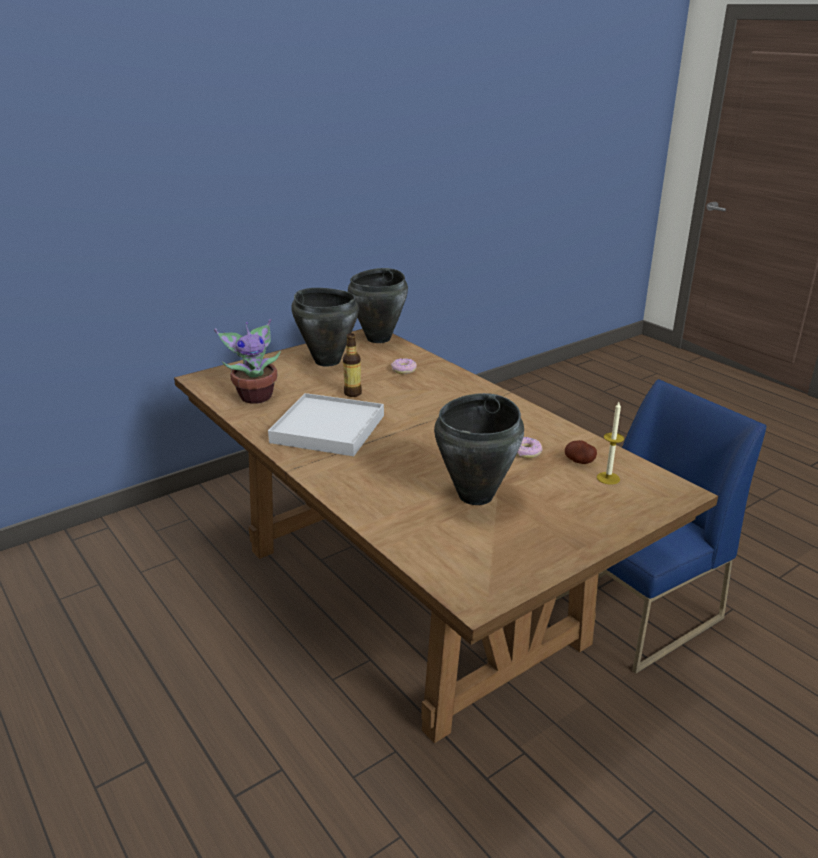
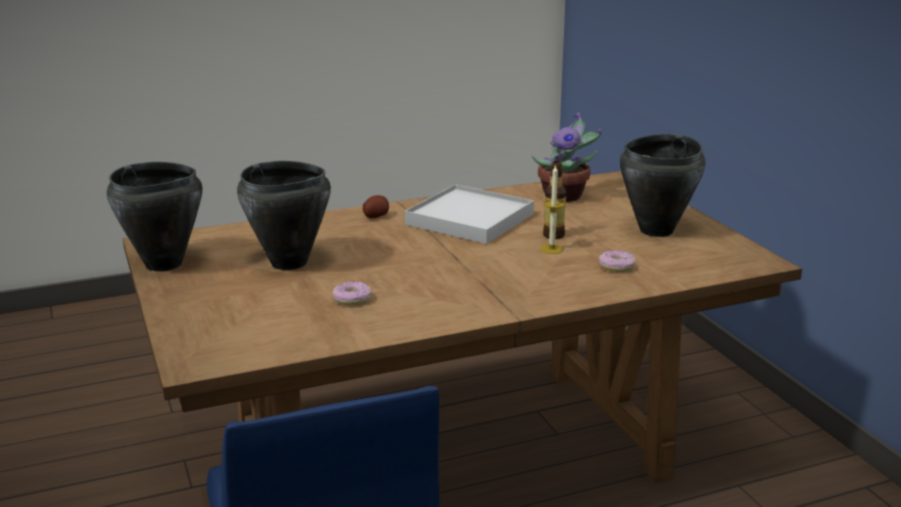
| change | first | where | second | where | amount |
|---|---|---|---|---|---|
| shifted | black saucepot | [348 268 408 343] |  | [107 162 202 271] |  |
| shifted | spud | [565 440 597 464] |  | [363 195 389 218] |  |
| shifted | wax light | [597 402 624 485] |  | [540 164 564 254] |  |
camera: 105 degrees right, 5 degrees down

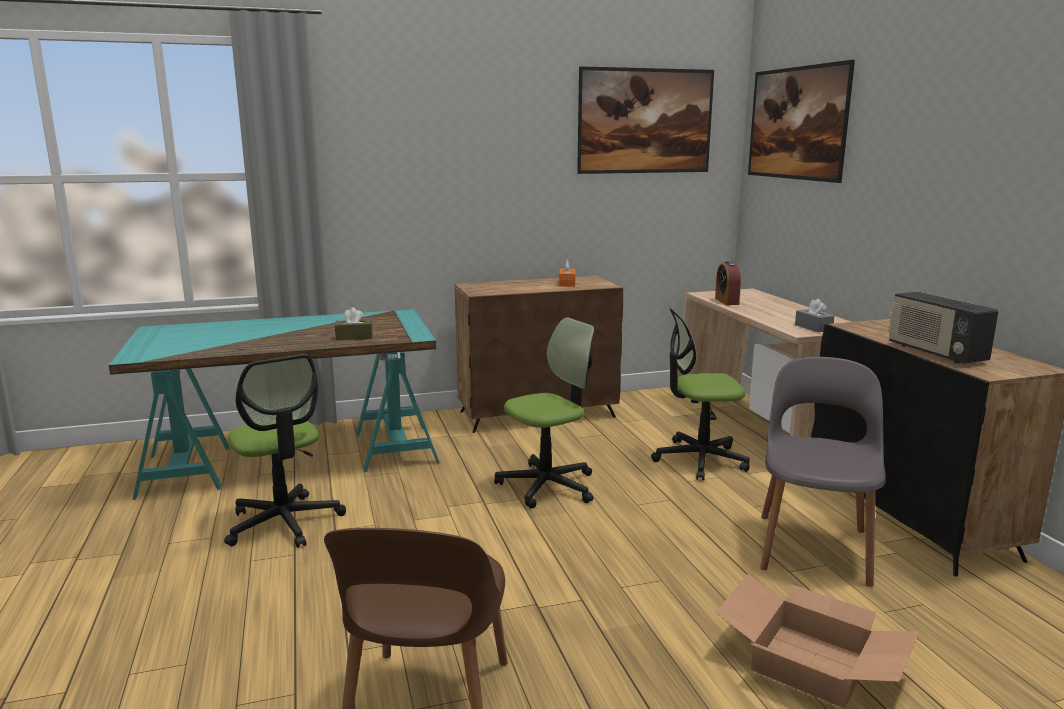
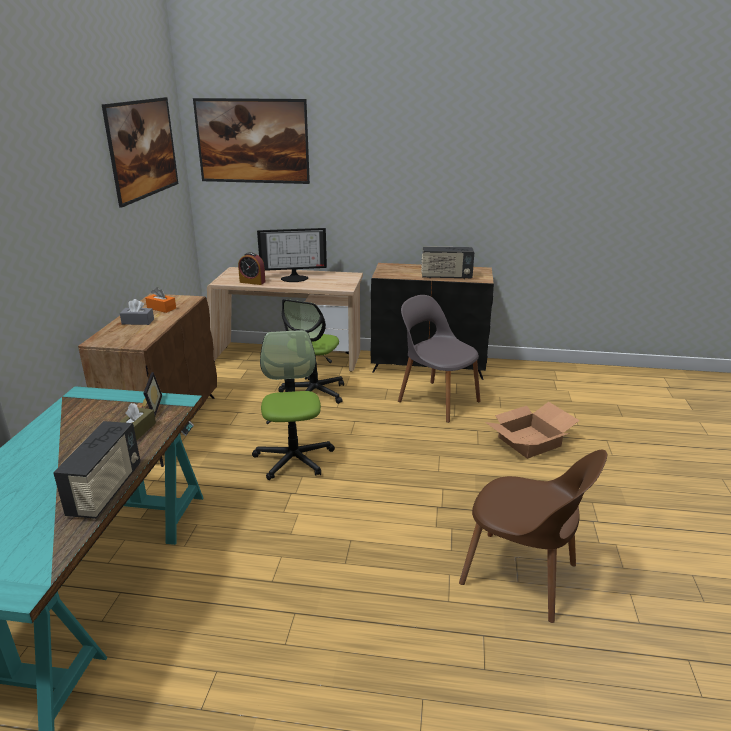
| change | first | where | second | where | amount |
|---|---|---|---|---|---|
| gone | computer chair | [224 354 346 548] |  |  |  |
| shifted | grey tissue box | [795 299 834 332] |  | [120 299 154 325] |  |
| new |  |  | radio receiver | [53 421 140 519] |  |
| new |  |  | photo frame | [142 372 162 416] |  |
| new |  |  | monitor | [257 228 327 282] |  |
camera: 65 degrees left, 10 degrees up

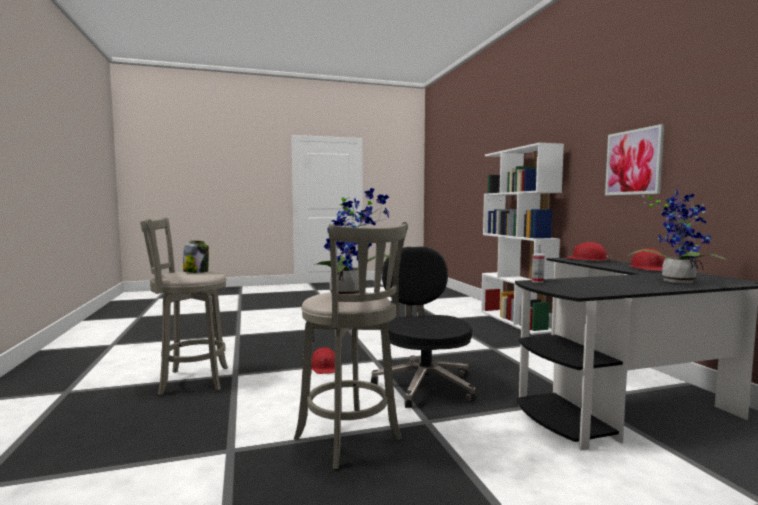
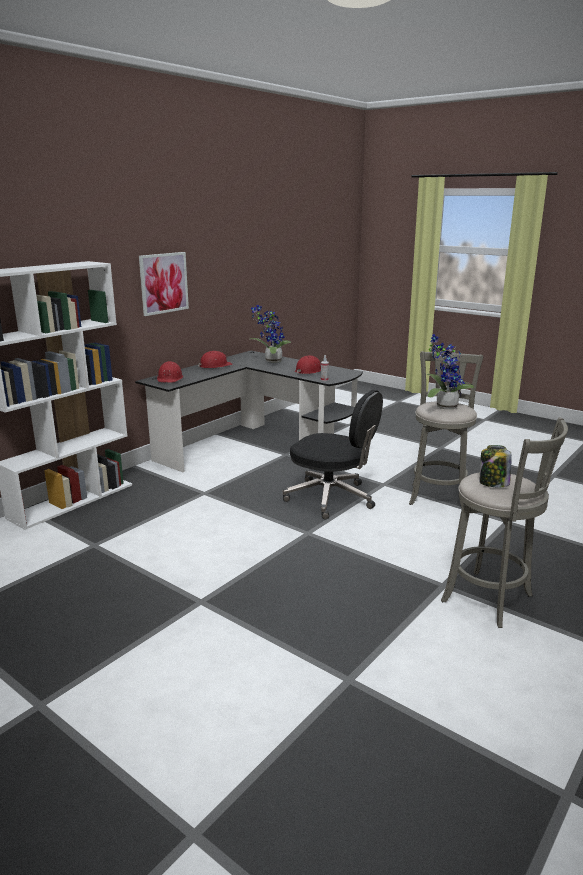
| change | first | where | second | where | amount |
|---|---|---|---|---|---|
| shifted | red work helmet | [311 347 335 374] |  | [295 356 321 374] |  |
| rotated | black computer chair | [371 247 476 408] |  | [283 390 383 519] | 105 degrees counterclockwise |
camera: 125 degrees left, 15 degrees up

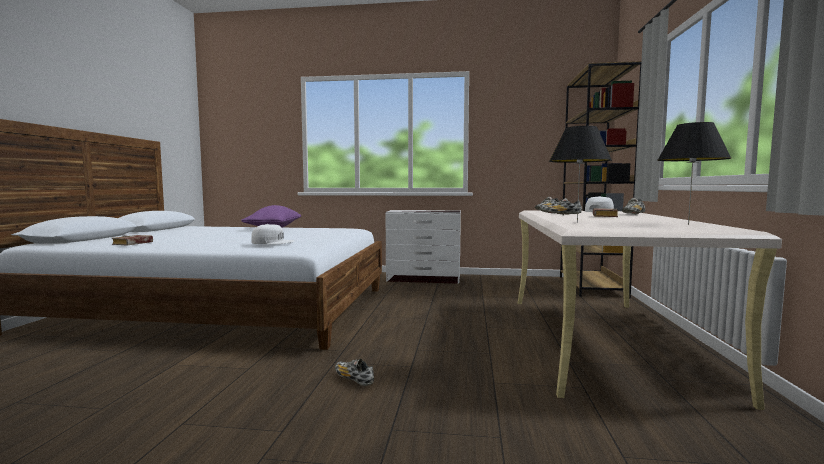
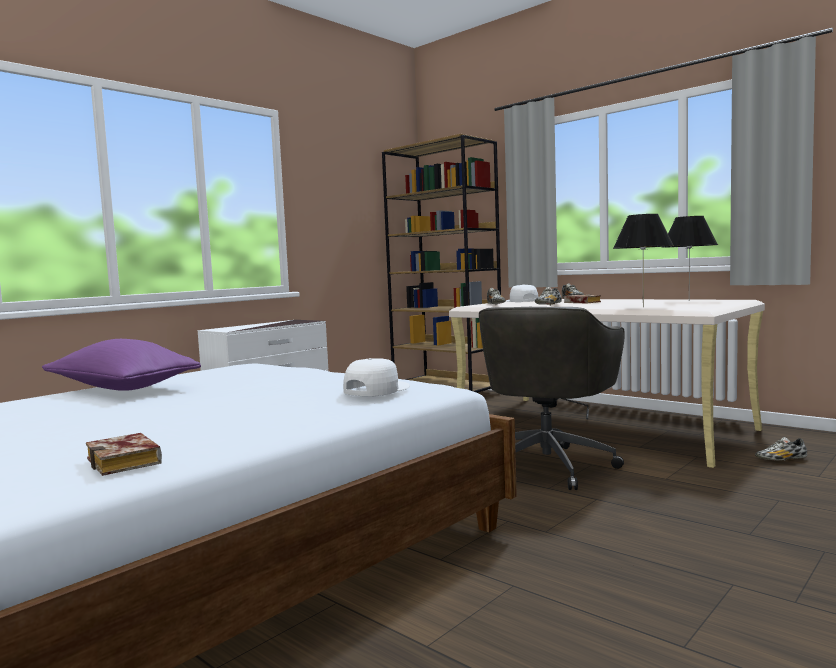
| change | first | where | second | where | amount |
|---|---|---|---|---|---|
| shifted | item of footwear | [335 359 374 386] |  | [755 437 807 461] |  |
| new |  |  | grey computer chair | [479 307 625 490] |  |
camera: 55 degrees left, 0 degrees up

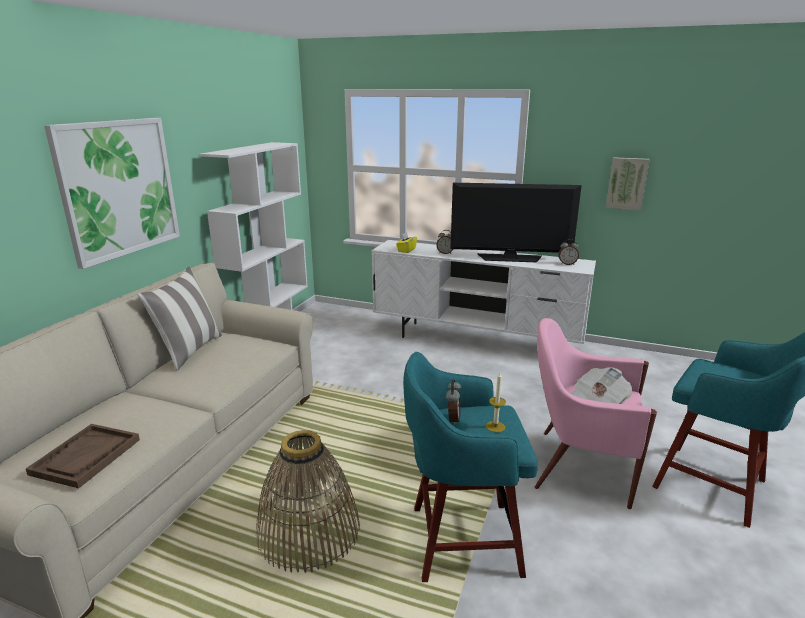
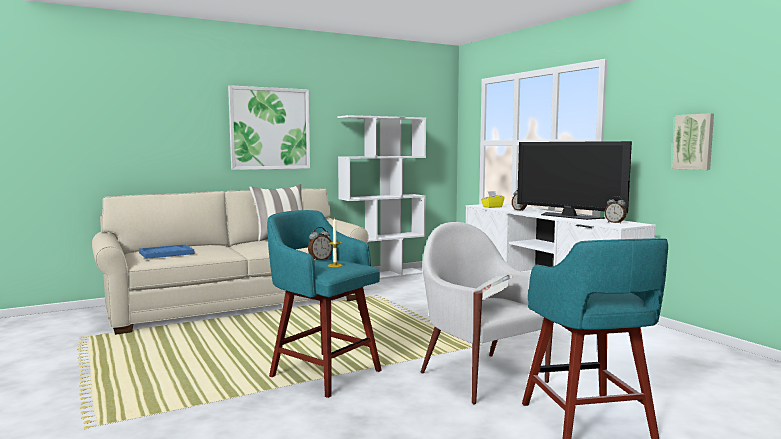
| change | first | where | second | where | amount |
|---|---|---|---|---|---|
| repainted | brown-coloured tray | [26 424 140 488] | bluish tray | [139 244 195 259] |  |
| gone | household basket | [256 430 360 573] |  |  |  |
| repainted | pinkish easy chair | [535 318 657 509] | whitish easy chair | [421 222 553 405] |  |
camera: 40 degrees right, 15 degrees down

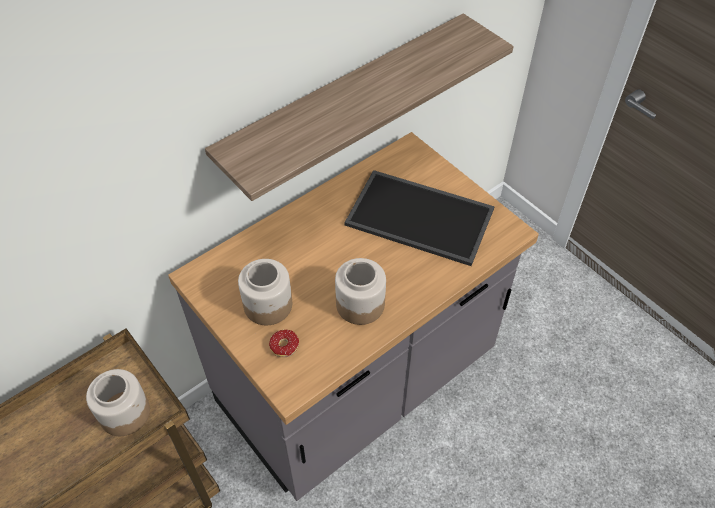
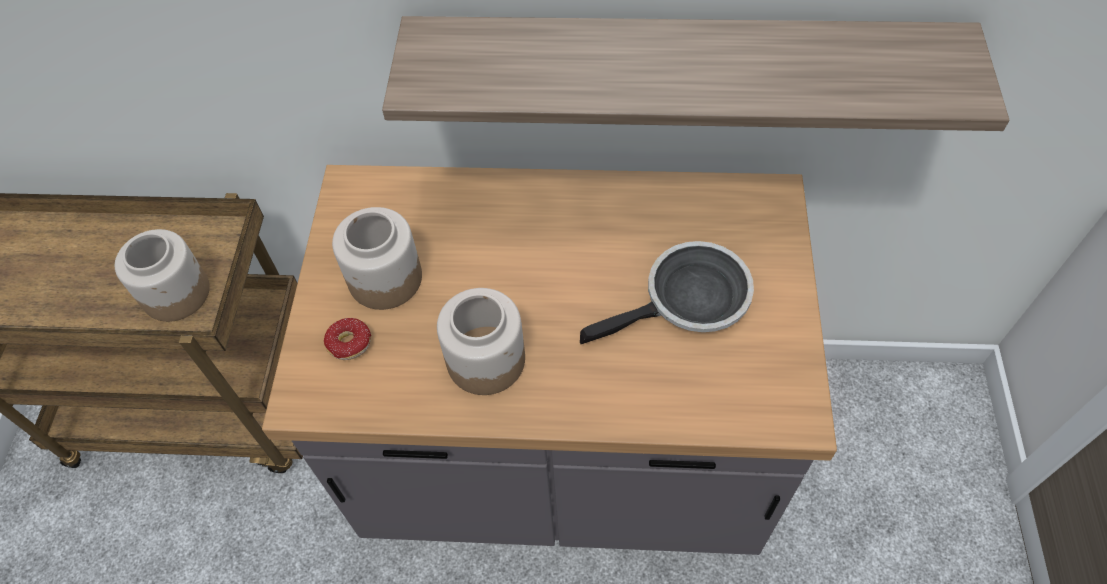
| change | first | where | second | where | amount |
|---|---|---|---|---|---|
| swapped | tray | [345 170 495 266] | skillet | [580 241 754 344] |  |
camera: 45 degrees right, 5 degrees up

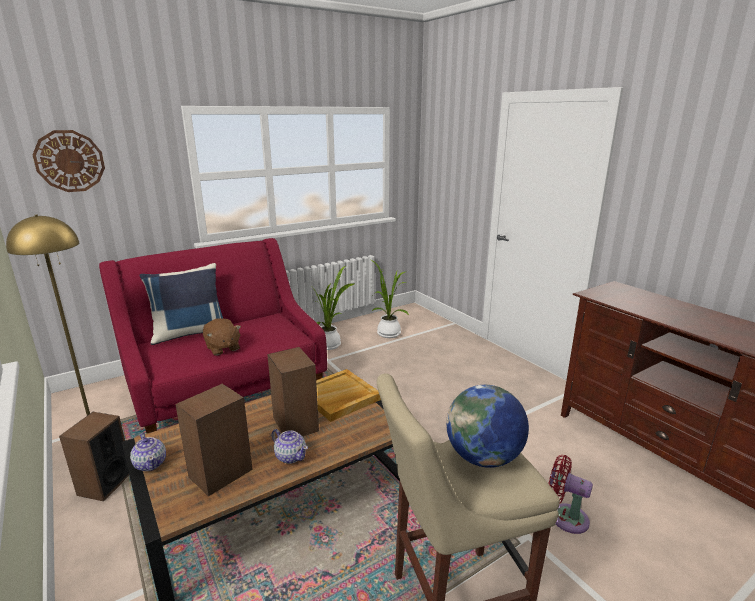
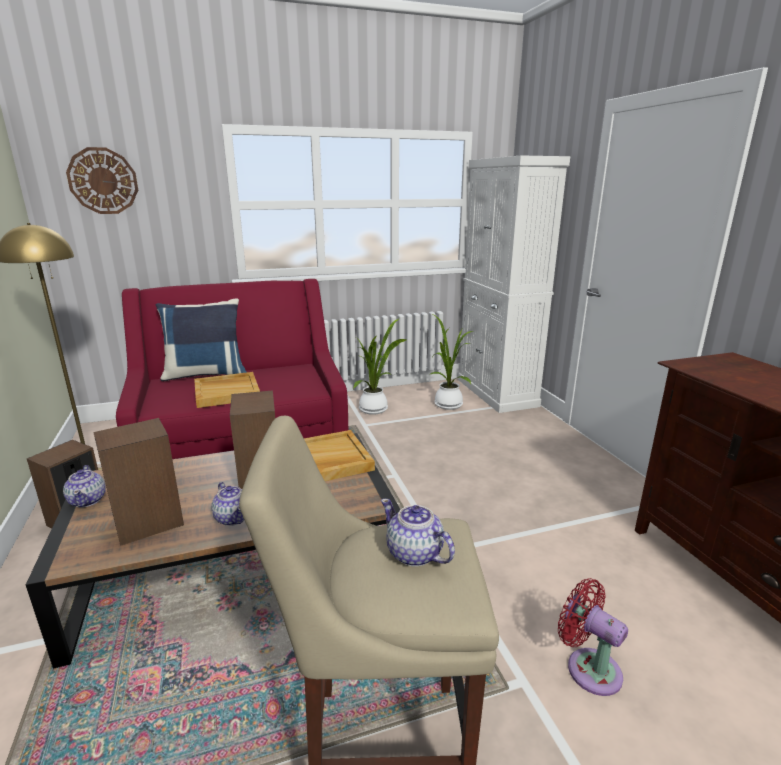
| change | first | where | second | where | amount |
|---|---|---|---|---|---|
| swapped | brown-coloured cuddly toy | [203 318 241 356] | beige-coloured tray | [194 372 260 408] |  |
| swapped | world globe | [446 385 529 468] | teapot | [381 499 455 567] |  |
| new |  |  | whitish cabinet | [458 156 570 413] |  |
camera: 15 degrees right, 0 degrees up

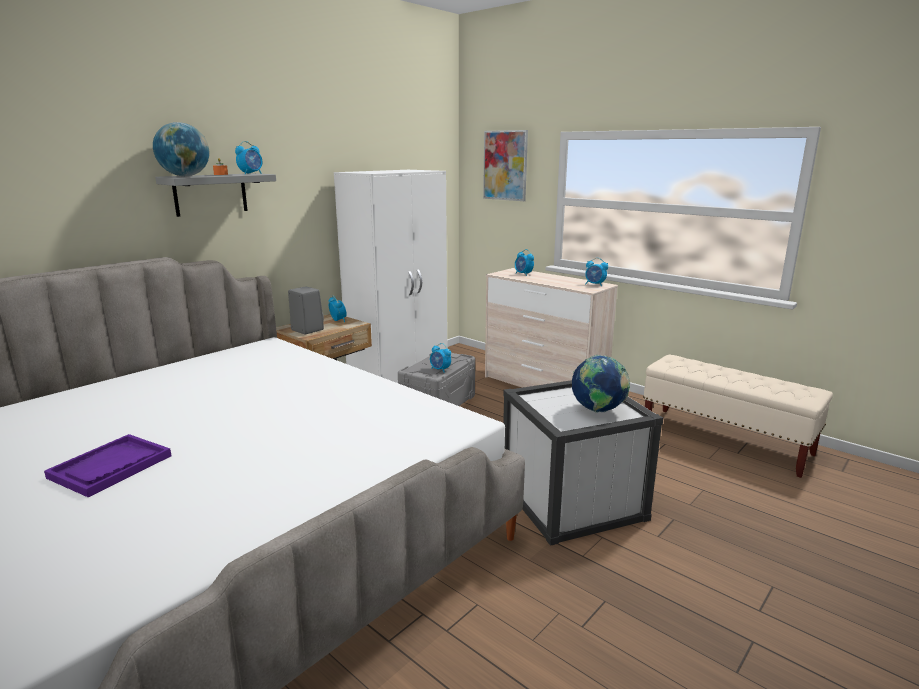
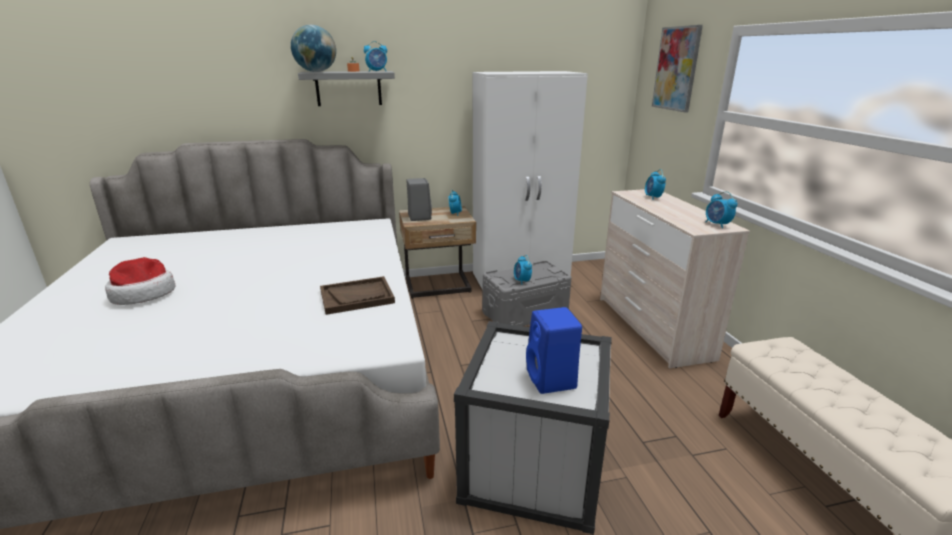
| change | first | where | second | where | amount |
|---|---|---|---|---|---|
| swapped | purple tray | [44 434 171 497] | hat | [105 257 175 305] |  |
| swapped | world globe | [572 355 630 413] | bluish audio speaker | [526 307 582 394] |  |
| new |  |  | brown-coloured tray | [320 276 395 315] |  |
camera: 35 degrees right, 5 degrees up

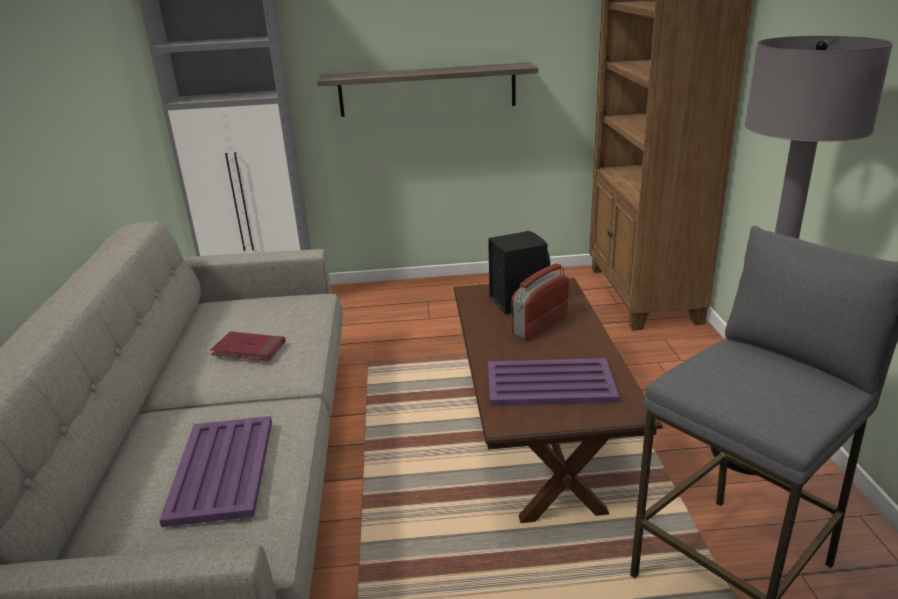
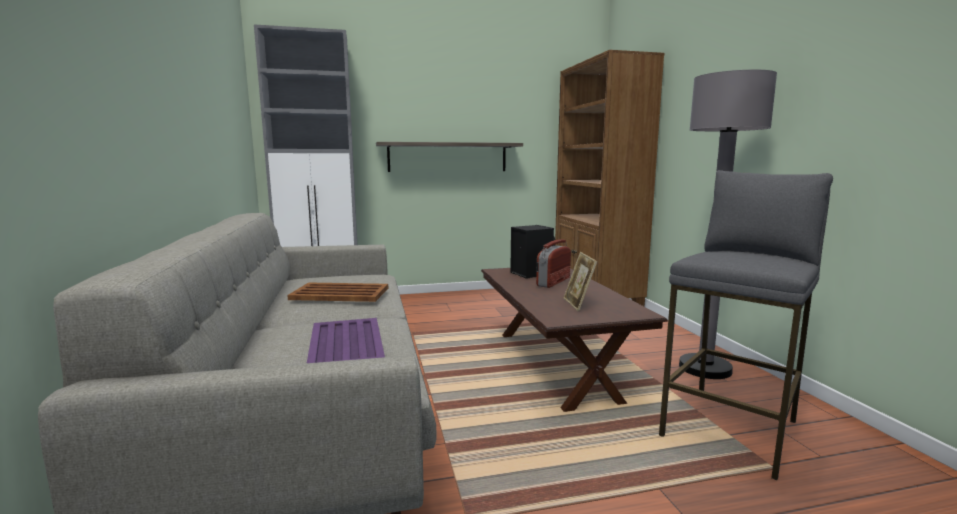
| change | first | where | second | where | amount |
|---|---|---|---|---|---|
| swapped | red bound book | [210 332 286 361] | brown-coloured tray | [288 282 388 302] |  |
| swapped | purple tray | [488 358 620 406] | photo frame | [563 252 597 311] |  |
camera: 10 degrees left, 15 degrees down

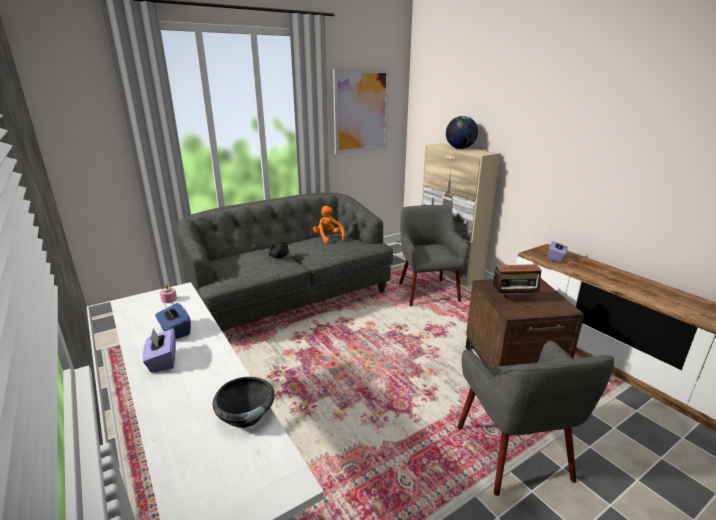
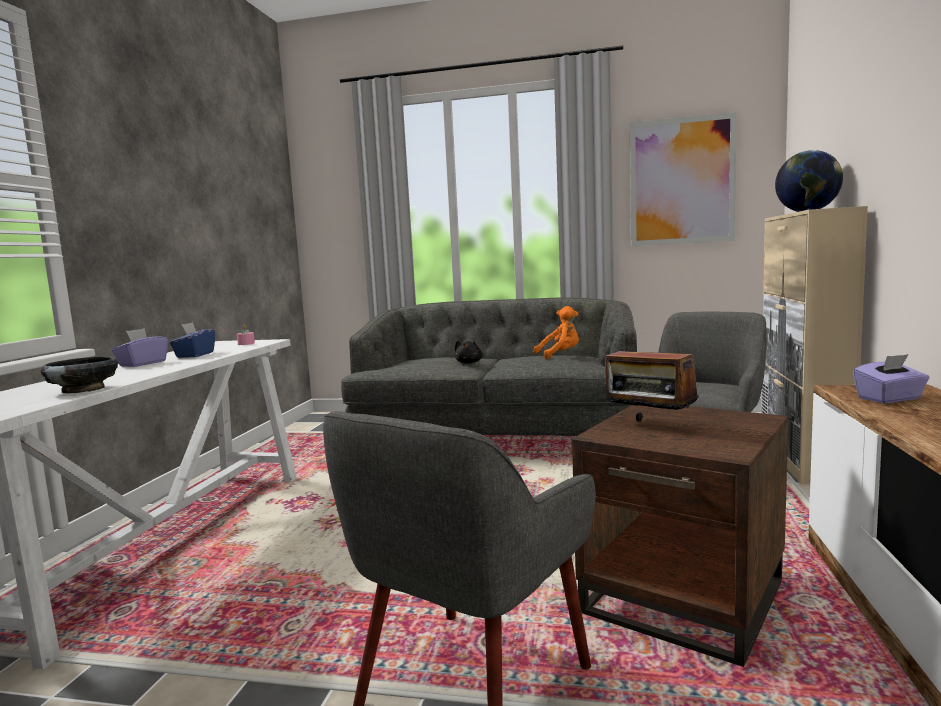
| change | first | where | second | where | amount |
|---|---|---|---|---|---|
| rotated | orange-coloured cuddly toy | [313 206 345 243] |  | [534 306 579 359] | 60 degrees clockwise |
camera: 45 degrees right, 15 degrees down

